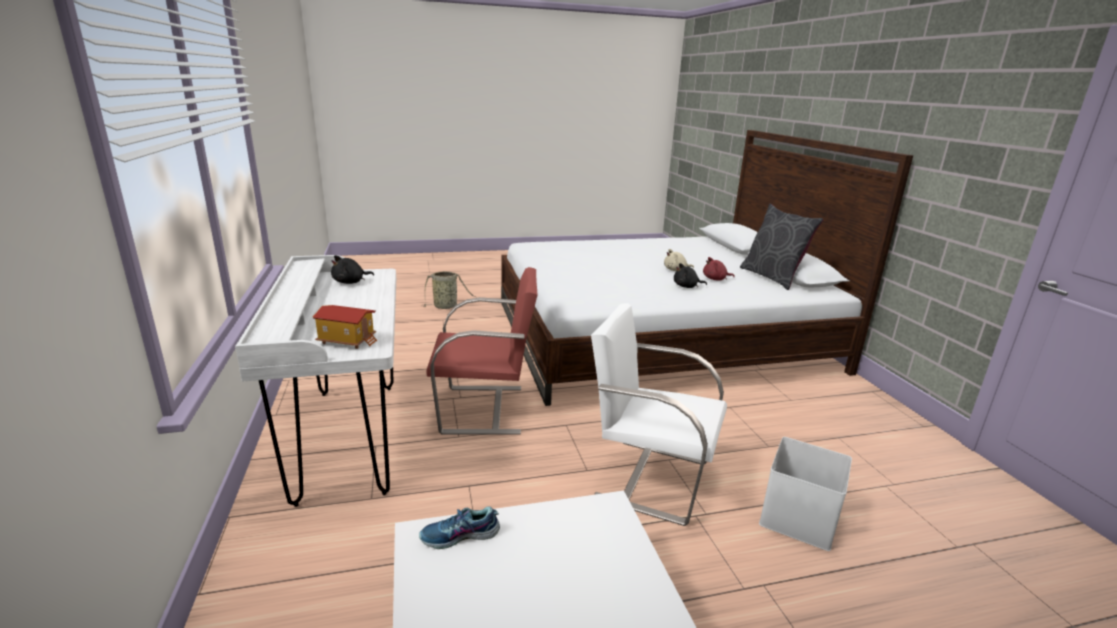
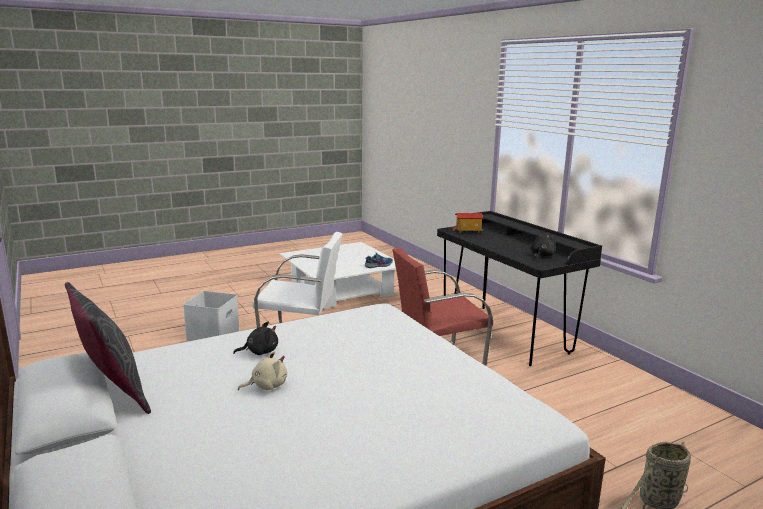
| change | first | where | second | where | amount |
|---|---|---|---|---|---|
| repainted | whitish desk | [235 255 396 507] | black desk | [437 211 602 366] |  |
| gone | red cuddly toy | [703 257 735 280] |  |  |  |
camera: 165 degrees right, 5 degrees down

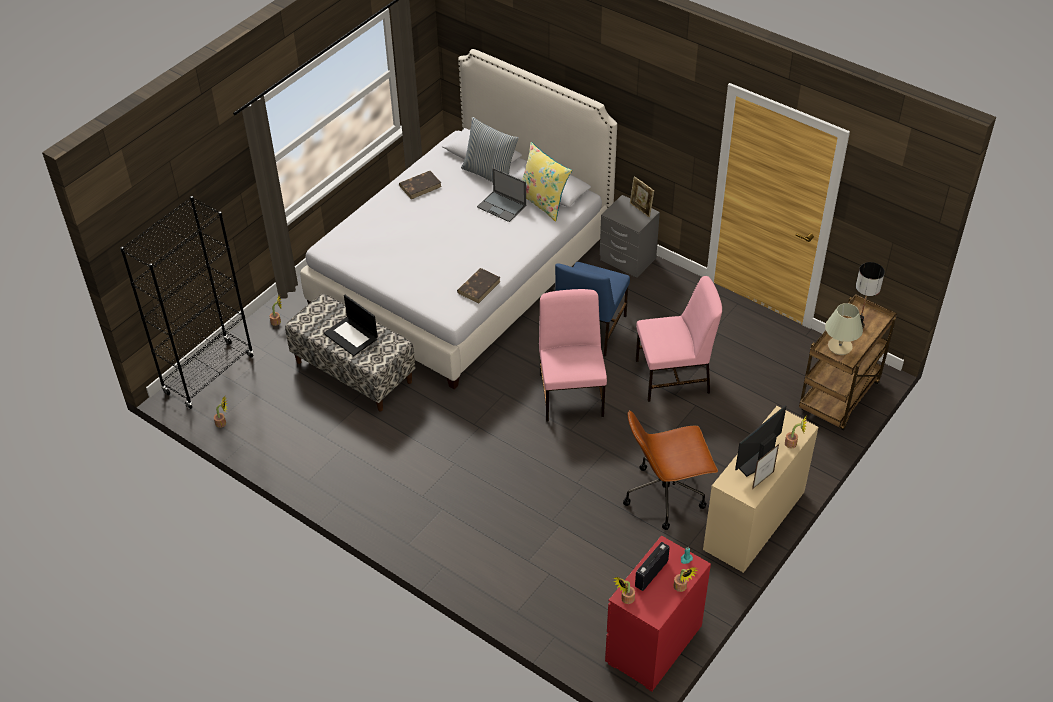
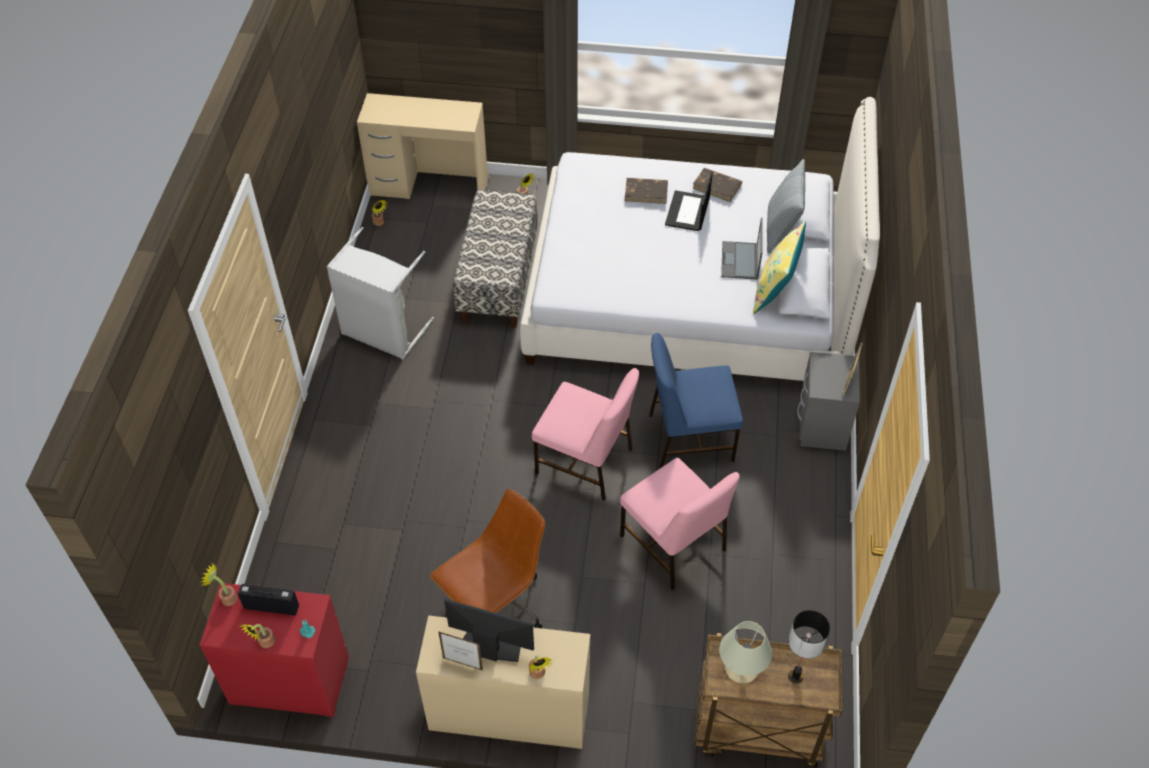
| change | first | where | second | where | amount |
|---|---|---|---|---|---|
| swapped | black shelving unit | [120 196 254 409] | beige-coloured desk | [357 93 488 199] |  |
| shifted | laptop | [324 295 378 356] |  | [665 171 713 231] |  |
| shifted | brown-coloured bound book | [457 268 501 304] |  | [625 178 668 204] |  |
| rotated | pinkish upright chair | [539 289 607 422] |  | [532 368 639 501] | 60 degrees clockwise |
| rotated | brown-coloured computer chair | [623 410 718 530] |  | [431 489 545 628] | 90 degrees clockwise |
| new |  |  | grey washing basket | [326 227 434 359] |  |
camera: 60 degrees right, 5 degrees up

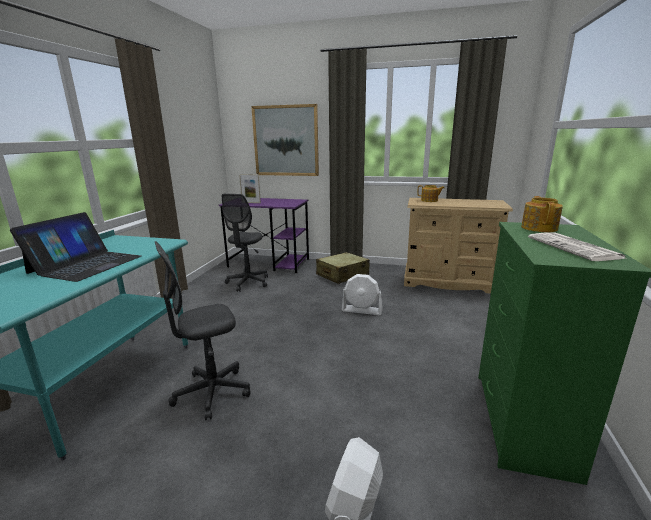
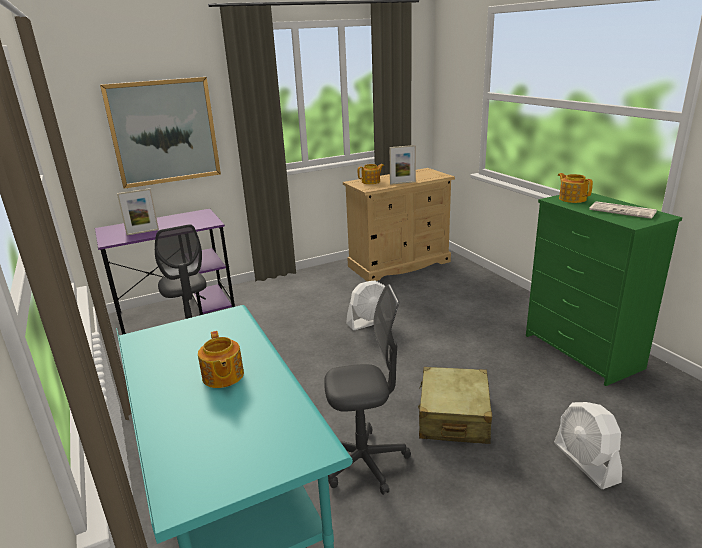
| change | first | where | second | where | amount |
|---|---|---|---|---|---|
| swapped | laptop | [10 212 141 282] | teapot | [198 331 244 388] |  |
| rotated | grey computer chair | [155 241 251 420] |  | [324 284 411 495] | 120 degrees counterclockwise |
| shifted | beige-coloured suitcase | [316 252 370 284] |  | [418 367 492 444] |  |
| new |  |  | photo frame | [389 145 416 185] |  |
camera: 40 degrees left, 5 degrees up

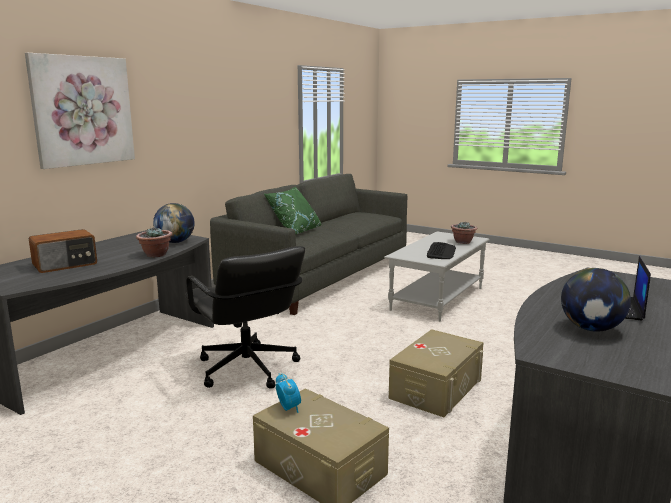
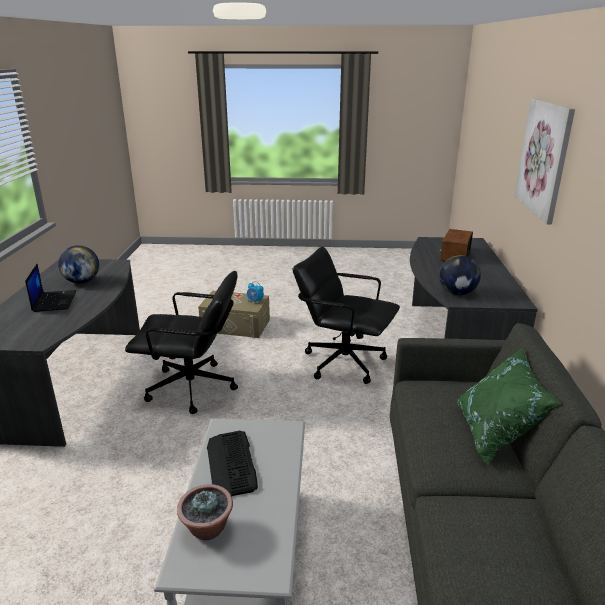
| change | first | where | second | where | amount |
|---|---|---|---|---|---|
| gone | plant in a pot | [136 227 172 257] |  |  |  |
| swapped | beige-coloured storage container | [389 329 484 417] | black computer chair | [125 271 238 414] |  |
camera: 150 degrees right, 10 degrees up

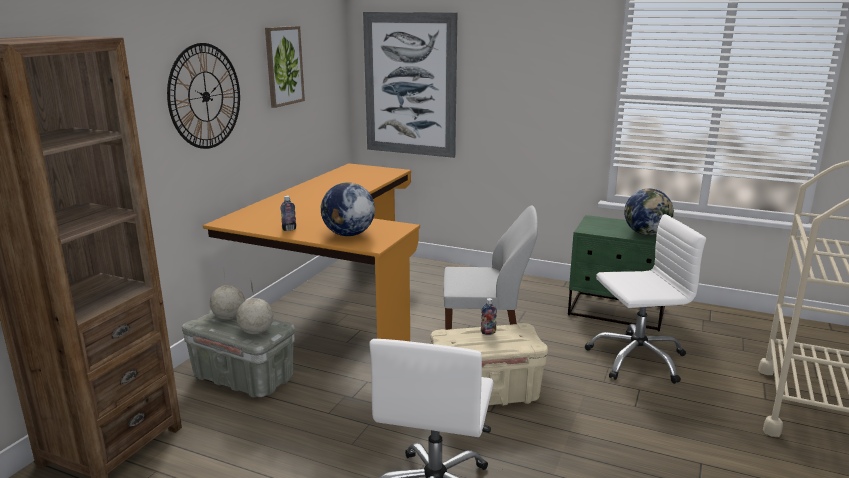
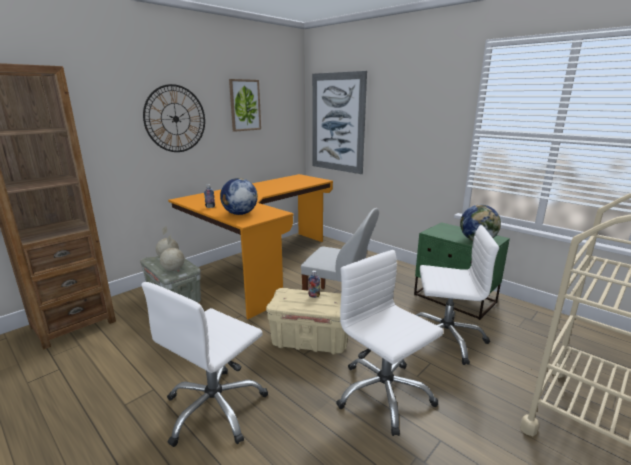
| change | first | where | second | where | amount |
|---|---|---|---|---|---|
| new |  |  | whitish computer chair | [336 250 443 436] |  |
camera: 20 degrees right, 0 degrees up

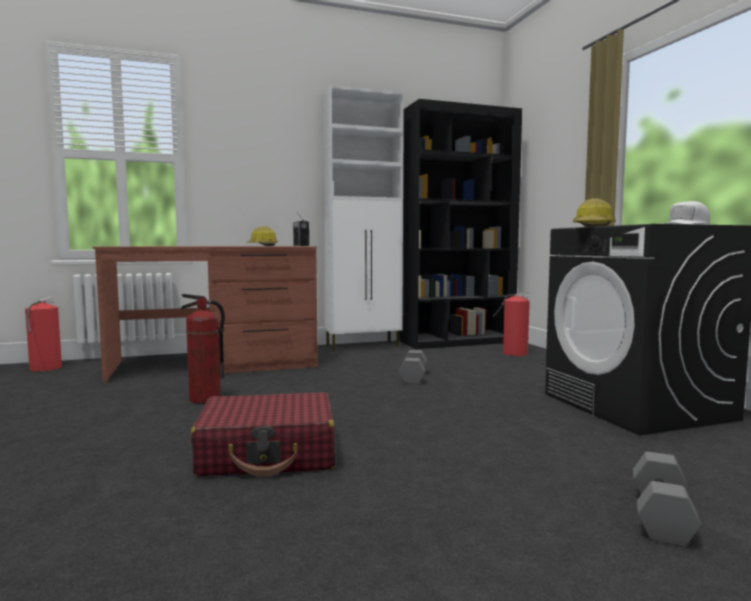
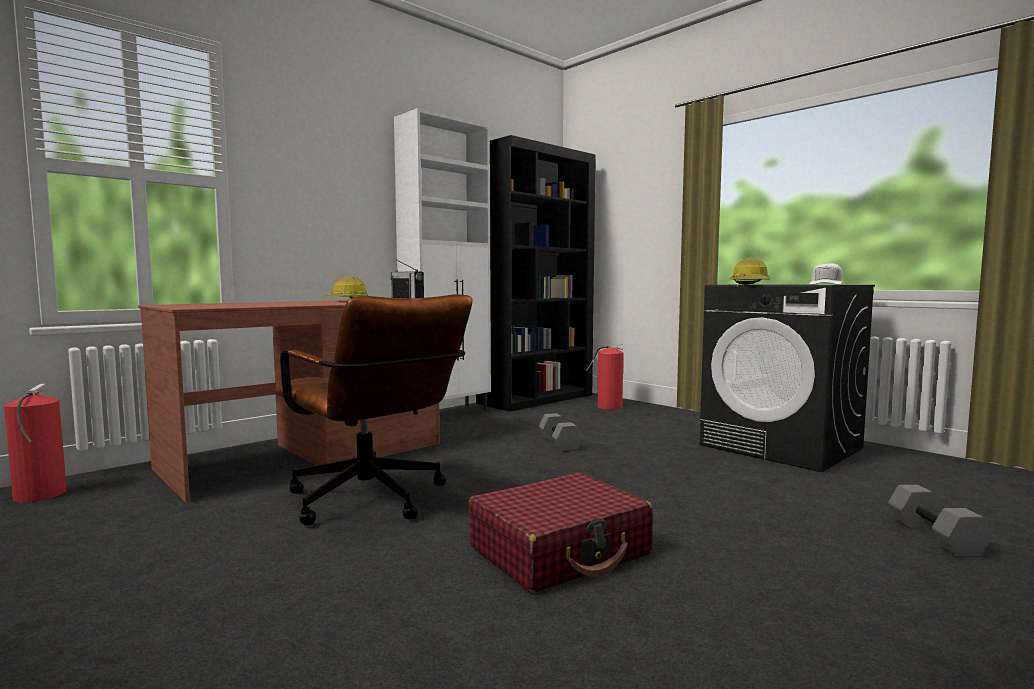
| change | first | where | second | where | amount |
|---|---|---|---|---|---|
| swapped | extinguisher | [180 294 225 404] | brown-coloured computer chair | [275 294 472 525] |  |
camera: 25 degrees left, 0 degrees up

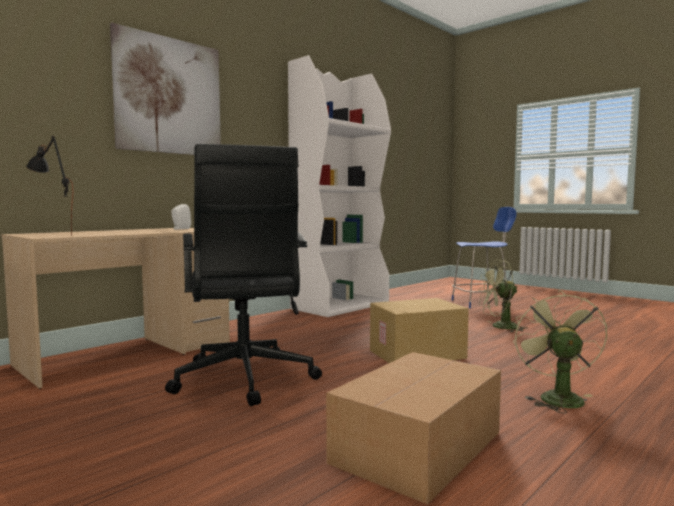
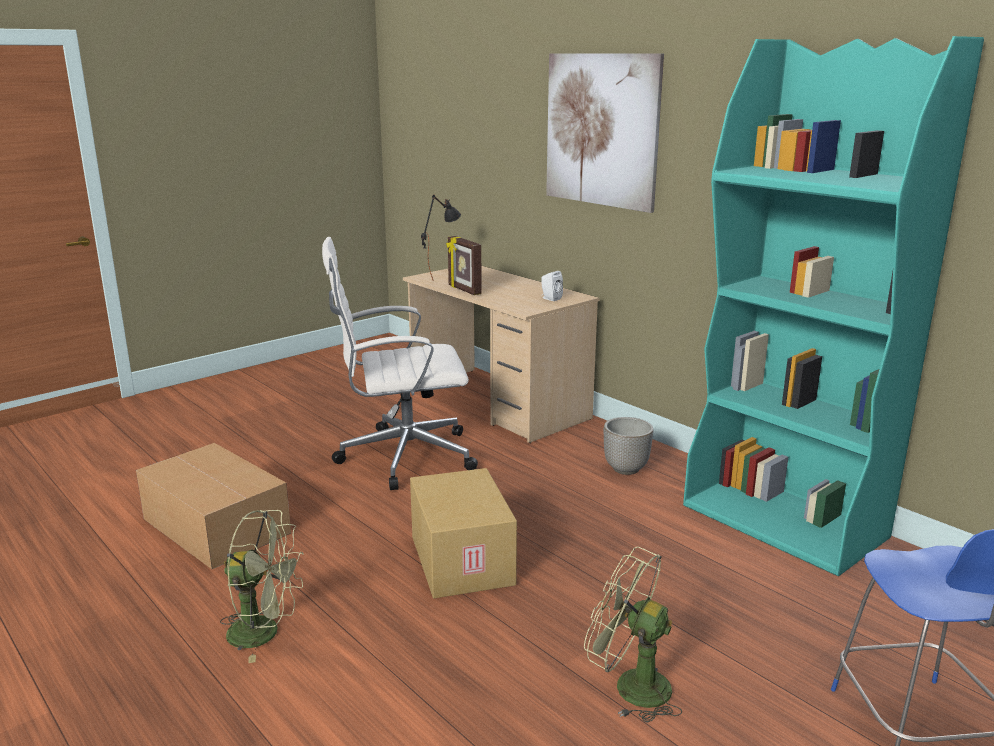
| change | first | where | second | where | amount |
|---|---|---|---|---|---|
| repainted | black computer chair | [165 144 322 406] | whitish computer chair | [322 237 478 490] |  |
| repainted | whitish shelving unit | [288 55 391 317] | turquoise-coloured shelving unit | [683 36 984 577] |  |
| rotated | greenish fan | [478 259 528 332] |  | [584 547 682 722] | 60 degrees counterclockwise |
| new |  |  | photo frame | [446 236 482 295] |  |
| new |  |  | planter | [604 417 653 475] |  |
camera: 95 degrees right, 15 degrees up

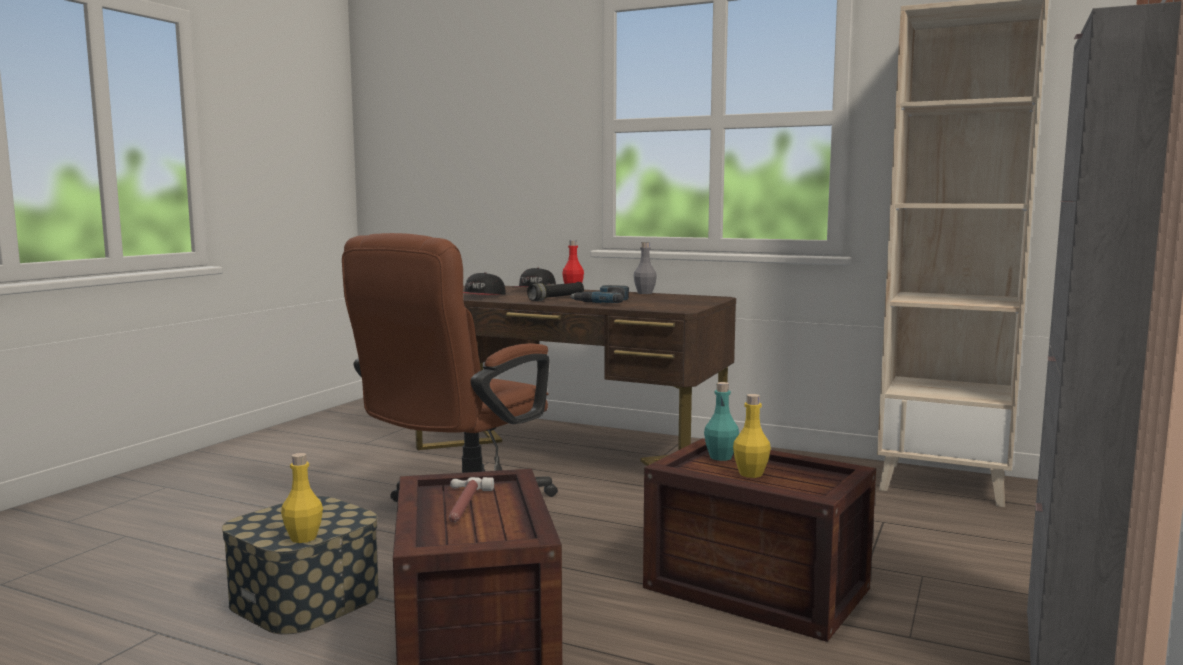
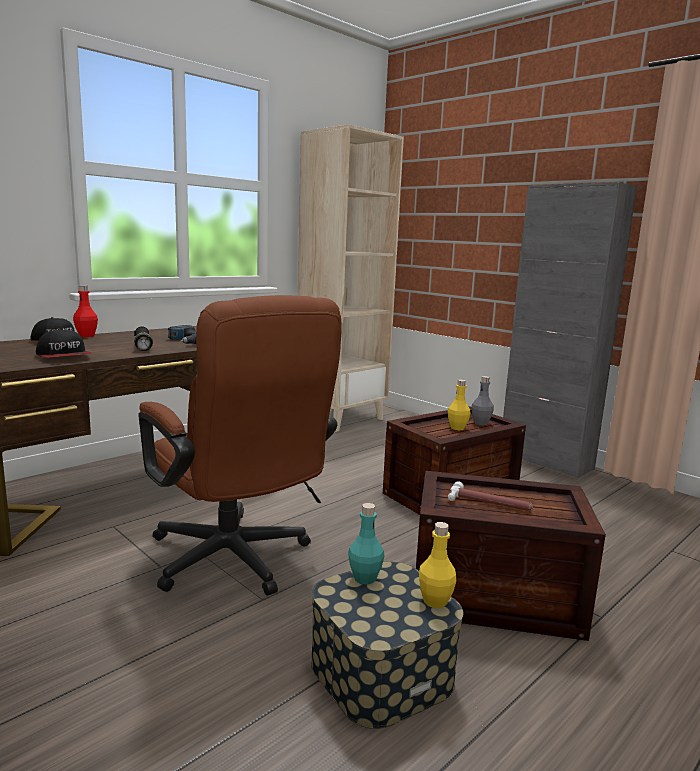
| change | first | where | second | where | amount |
|---|---|---|---|---|---|
| shifted | grey drink bottle | [634 242 657 294] |  | [471 376 494 425] |  |
| shifted | turquoise-coloured drink bottle | [704 382 739 461] |  | [348 503 384 585] |  |
camera: 70 degrees left, 5 degrees up

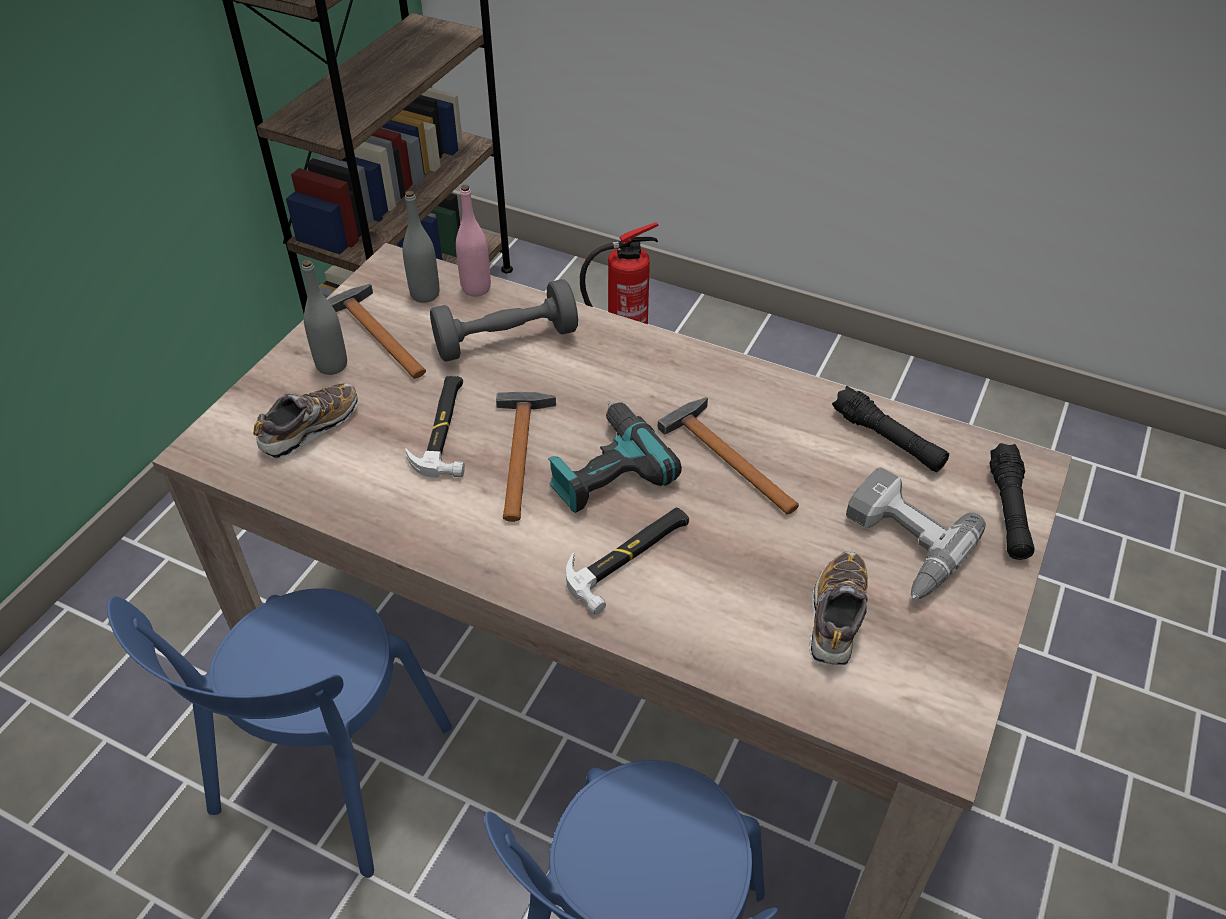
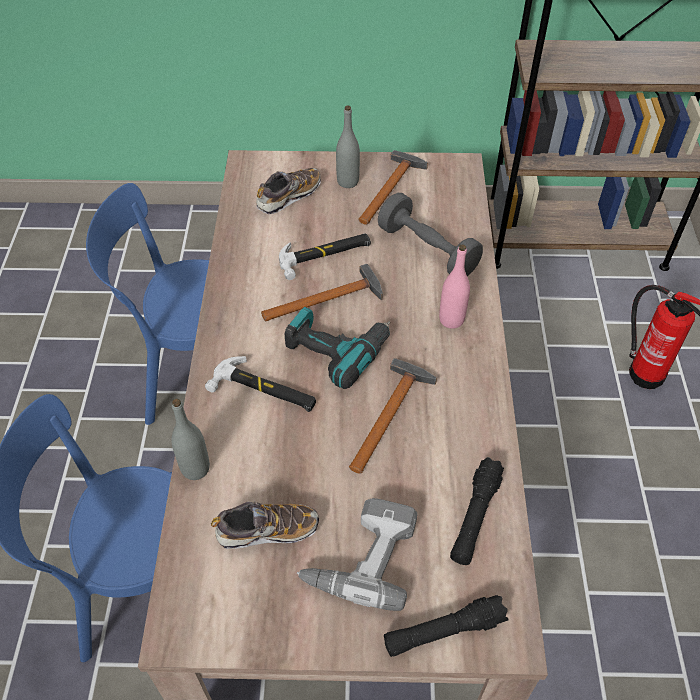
| change | first | where | second | where | amount |
|---|---|---|---|---|---|
| rotated | item of footwear | [253 383 358 458] |  | [256 168 321 214] | 60 degrees counterclockwise |
| shifted | grey drink bottle | [403 191 439 303] |  | [171 399 210 480] |  |
| shifted | pinkish drink bottle | [456 185 491 296] |  | [439 244 470 329] |  |
camera: 65 degrees right, 5 degrees up

